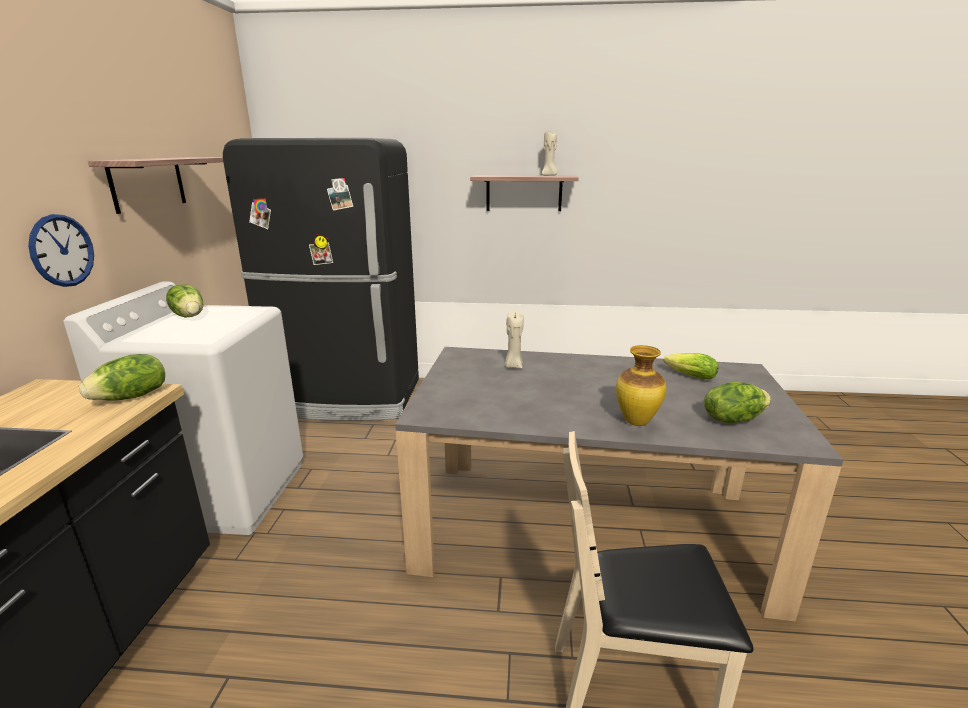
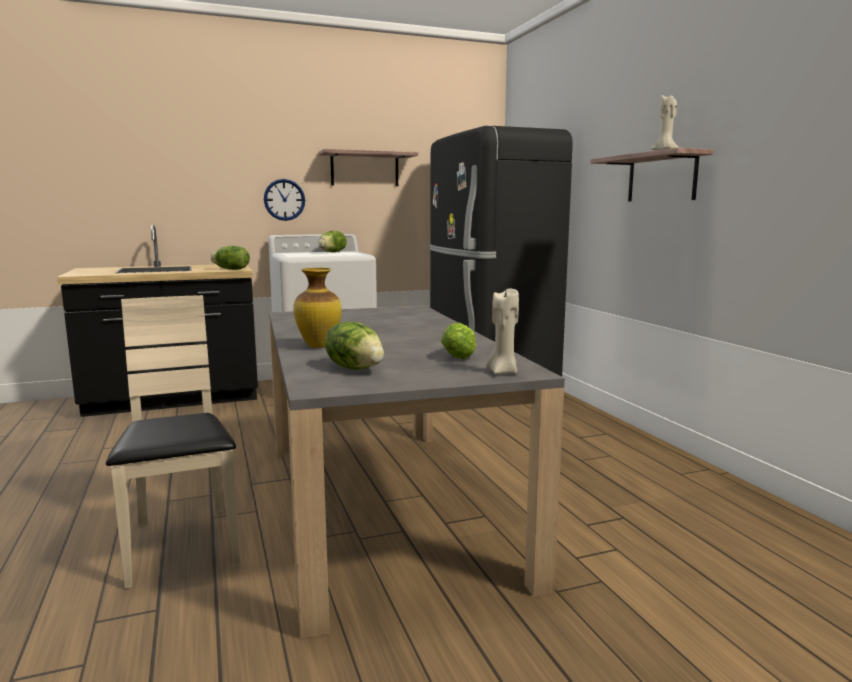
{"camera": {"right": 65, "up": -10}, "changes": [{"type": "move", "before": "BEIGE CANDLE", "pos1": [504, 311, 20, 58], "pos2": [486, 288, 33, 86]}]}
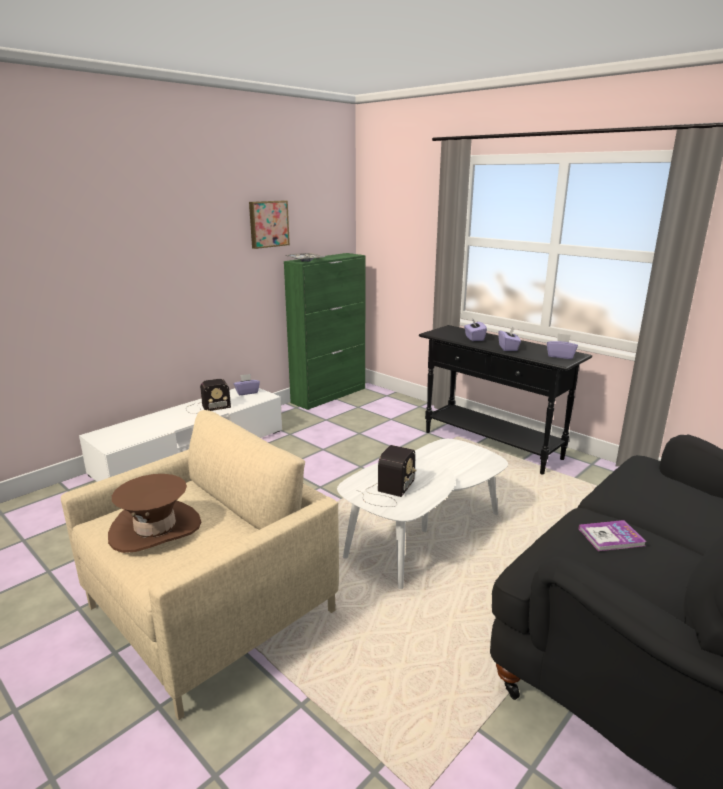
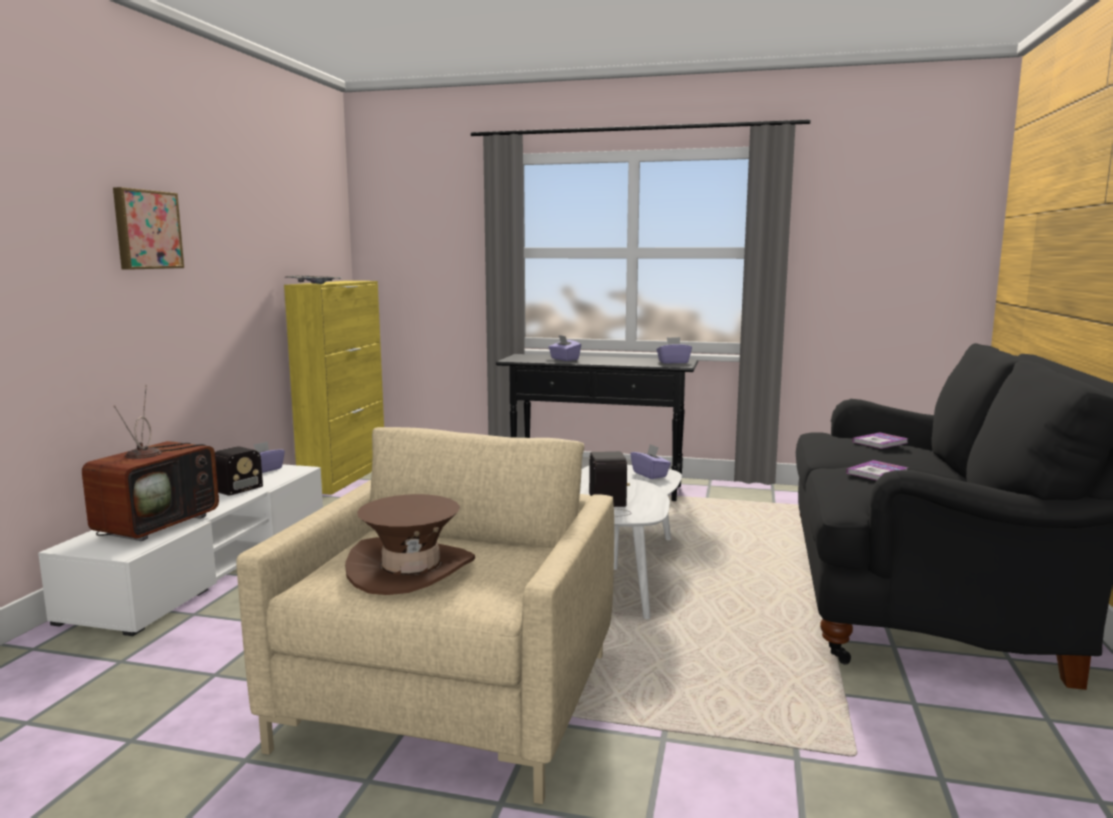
{"camera": {"right": -30, "up": -10}, "changes": [{"type": "insert", "after": "TELEVISION", "pos2": [82, 385, 137, 156]}, {"type": "move", "before": "PICTURE", "pos1": [249, 201, 41, 48], "pos2": [113, 187, 71, 83]}, {"type": "recolor", "before": "GREEN CABINET", "after": "YELLOW CABINET", "pos1": [284, 253, 82, 157], "pos2": [284, 281, 100, 214]}, {"type": "move", "before": "PURPLE TISSUE BOX", "pos1": [498, 326, 23, 25], "pos2": [630, 444, 41, 35]}, {"type": "insert", "after": "BOOK", "pos2": [852, 432, 56, 17]}]}
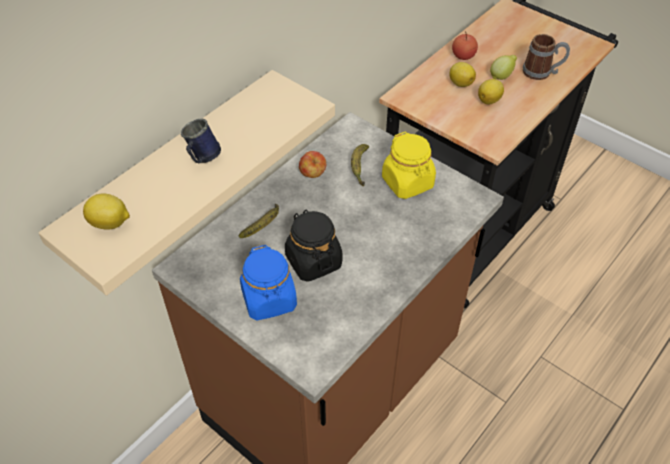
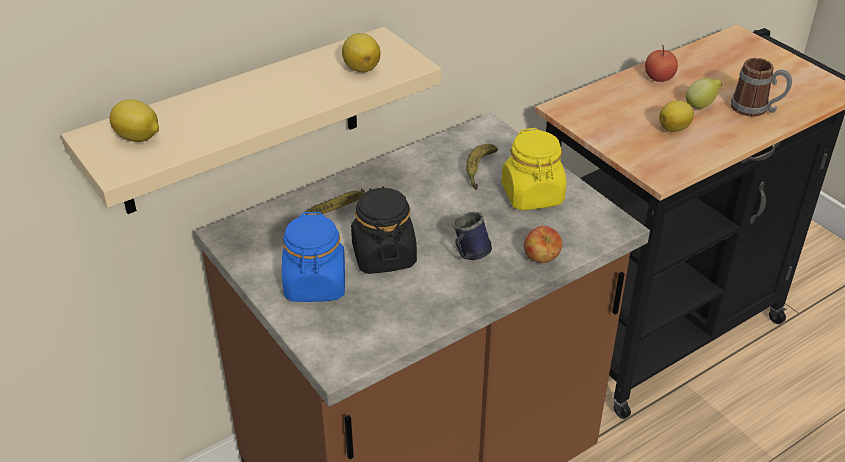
{"camera": {"right": 15, "up": -10}, "changes": [{"type": "move", "before": "LEMON", "pos1": [450, 62, 26, 25], "pos2": [342, 33, 38, 40]}, {"type": "move", "before": "BLUE MUG", "pos1": [181, 119, 40, 44], "pos2": [452, 212, 40, 48]}, {"type": "move", "before": "APPLE", "pos1": [299, 151, 27, 27], "pos2": [524, 226, 38, 37]}]}
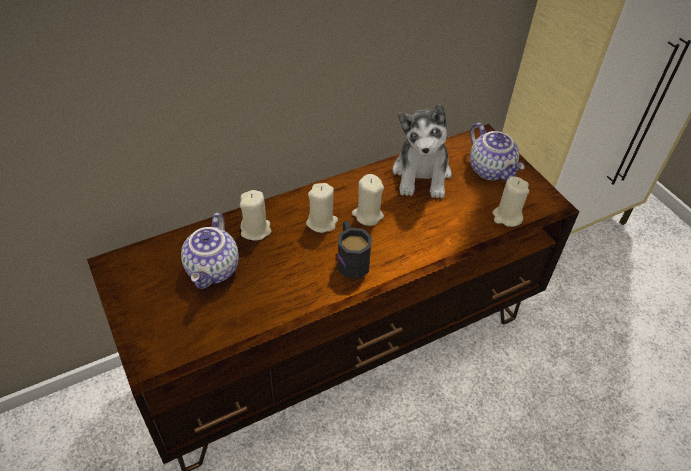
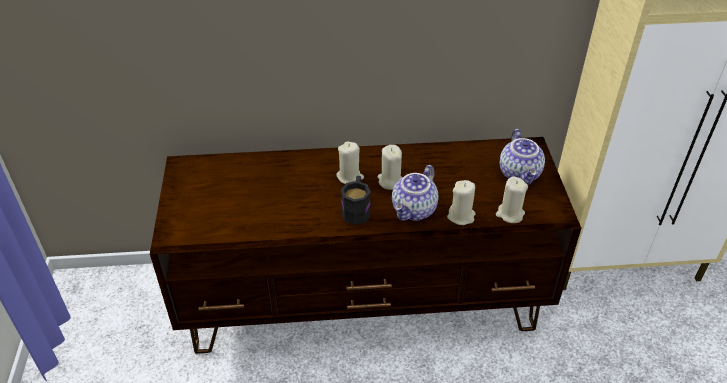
{"camera": {"right": 25, "up": -5}, "changes": [{"type": "move", "before": "TEAPOT", "pos1": [181, 213, 58, 76], "pos2": [392, 165, 47, 56]}, {"type": "move", "before": "BEIGE CANDLE", "pos1": [240, 190, 31, 51], "pos2": [447, 180, 28, 45]}, {"type": "delete", "before": "PLUSH TOY", "pos1": [392, 104, 60, 95]}]}
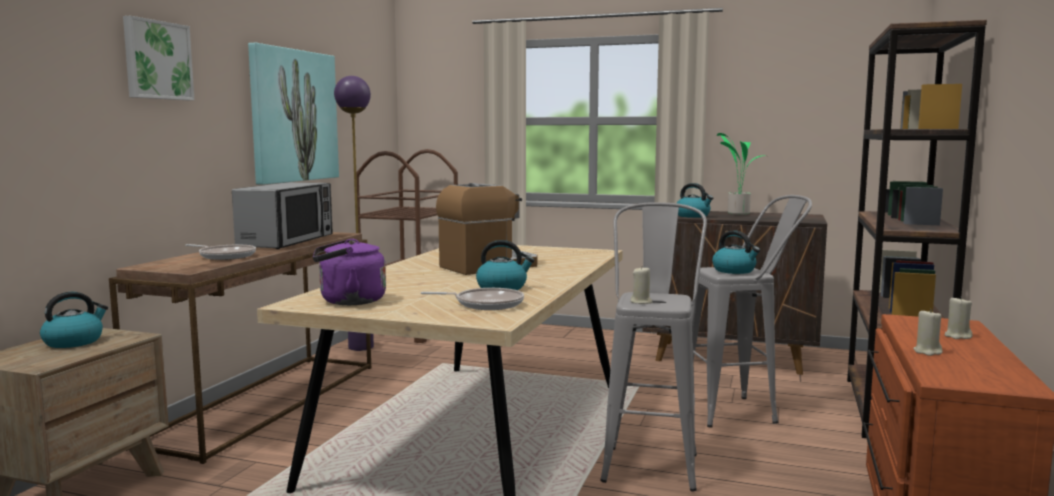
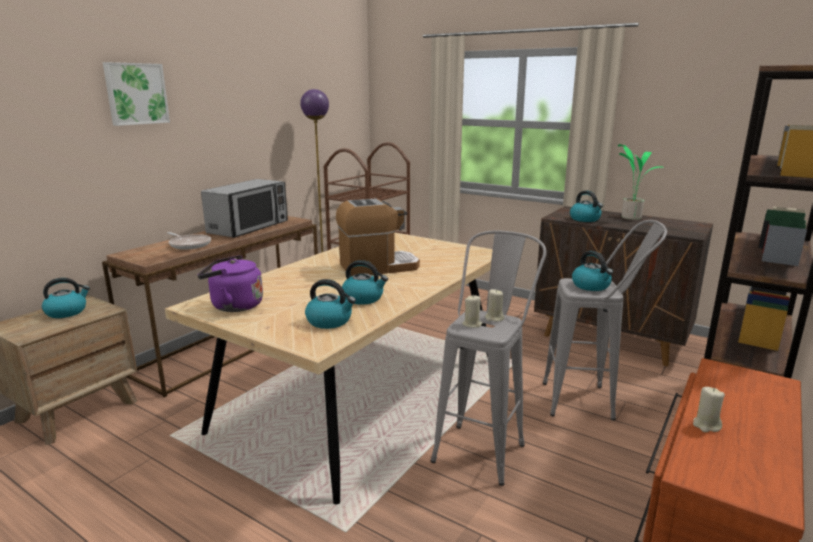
{"camera": {"right": 15, "up": 10}, "changes": [{"type": "replace", "before": "FRYING PAN", "after": "KETTLE", "pos1": [421, 288, 103, 22], "pos2": [305, 279, 51, 50]}, {"type": "move", "before": "BEIGE CANDLE", "pos1": [944, 296, 29, 43], "pos2": [485, 289, 19, 33]}, {"type": "delete", "before": "PICTURE", "pos1": [248, 43, 91, 142]}]}
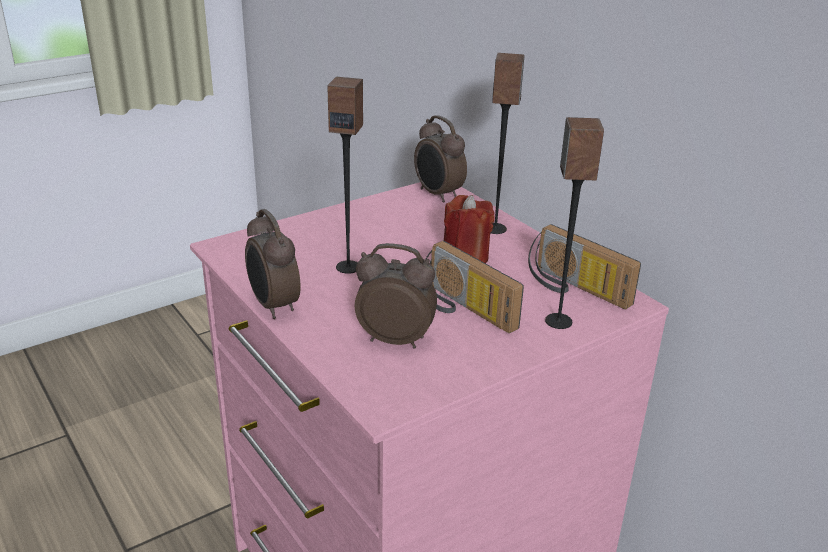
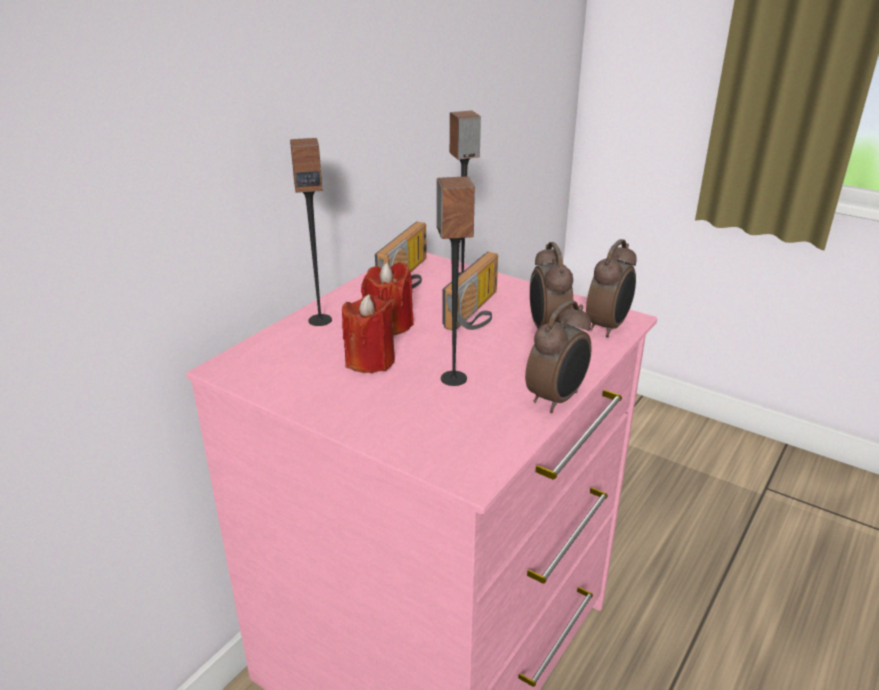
{"camera": {"right": -110, "up": 0}, "changes": [{"type": "insert", "after": "RED CANDLE", "pos2": [342, 294, 53, 79]}, {"type": "move", "before": "ALARM CLOCK", "pos1": [414, 115, 53, 87], "pos2": [586, 239, 51, 99]}]}
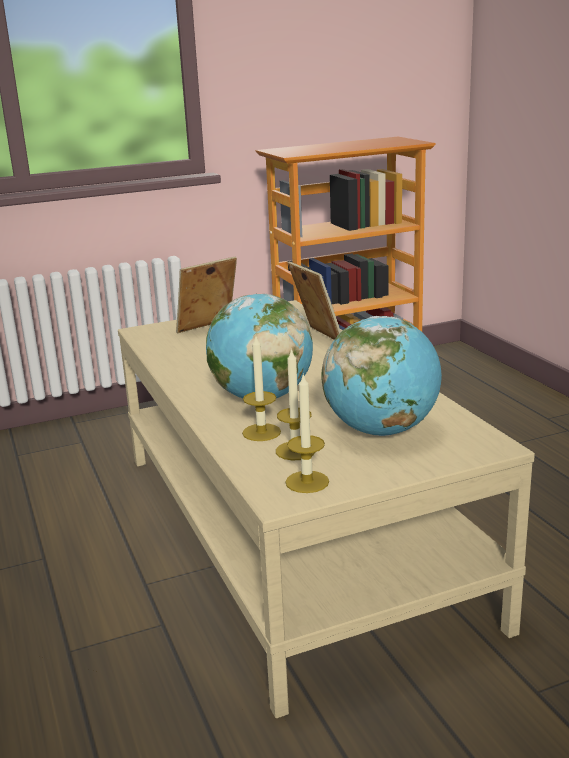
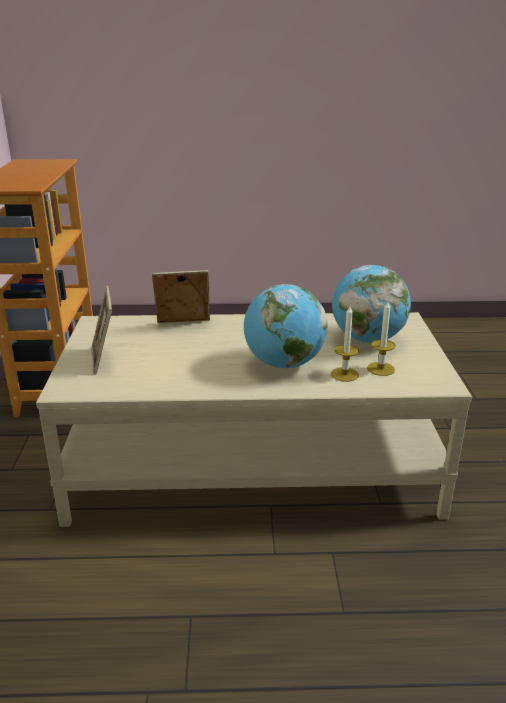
{"camera": {"right": -70, "up": 5}, "changes": [{"type": "delete", "before": "CANDLE", "pos1": [285, 373, 44, 120]}]}
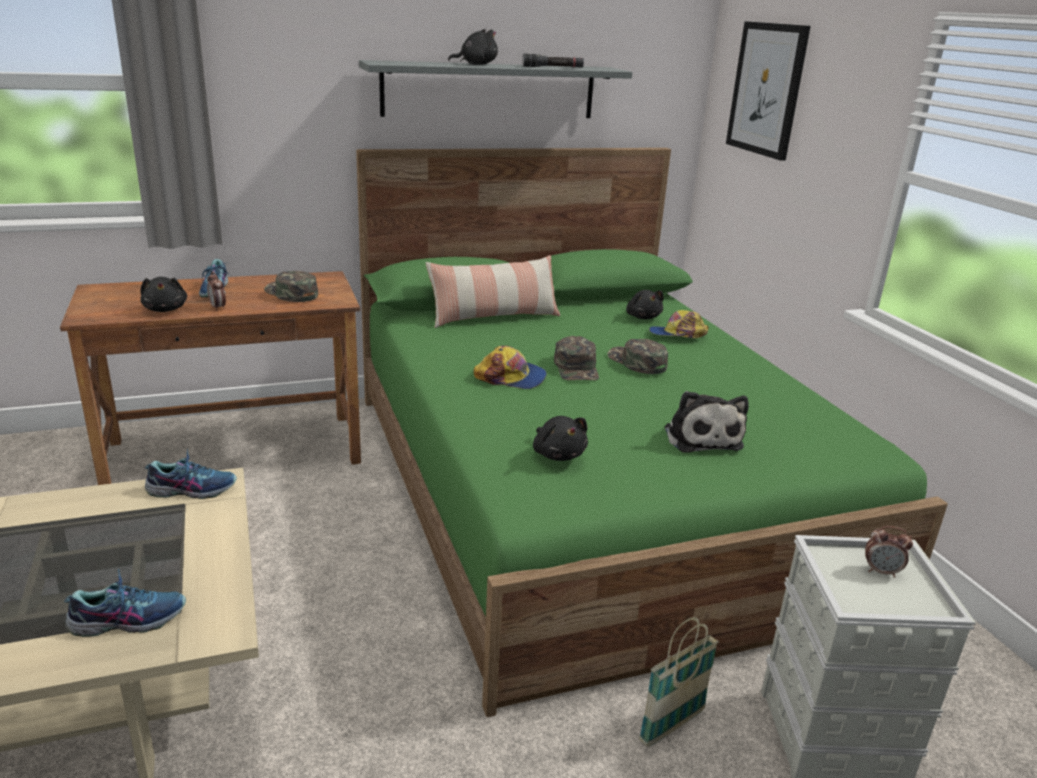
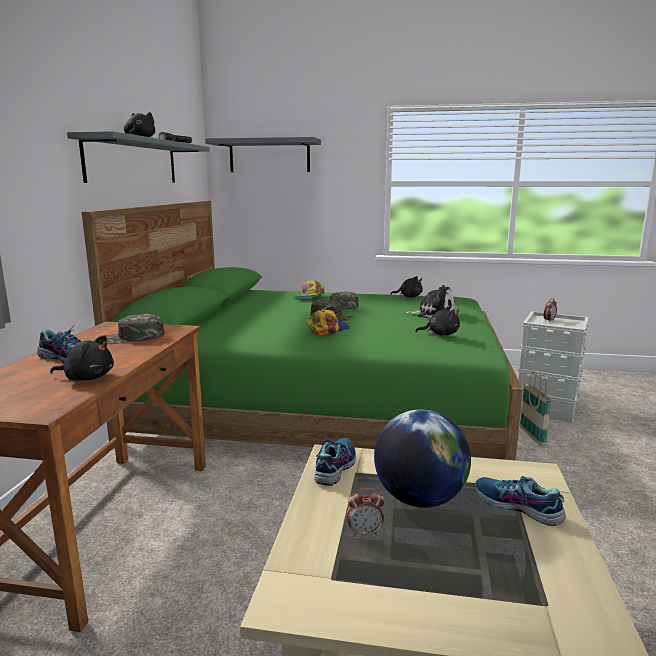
{"camera": {"right": -60, "up": -10}, "changes": [{"type": "replace", "before": "PICTURE", "after": "GREY SHELF", "pos1": [726, 21, 85, 140], "pos2": [205, 137, 116, 35]}, {"type": "move", "before": "ALARM CLOCK", "pos1": [207, 272, 19, 39], "pos2": [346, 488, 38, 49]}, {"type": "insert", "after": "GLOBE", "pos2": [374, 409, 97, 99]}, {"type": "move", "before": "BLACK PLUSH TOY", "pos1": [626, 290, 37, 29], "pos2": [390, 276, 33, 21]}, {"type": "rotate", "before": "SHOE", "pos1": [64, 569, 122, 68], "pos2": [475, 476, 91, 50], "turn": -60}, {"type": "delete", "before": "PILLOW", "pos1": [426, 255, 134, 73]}]}
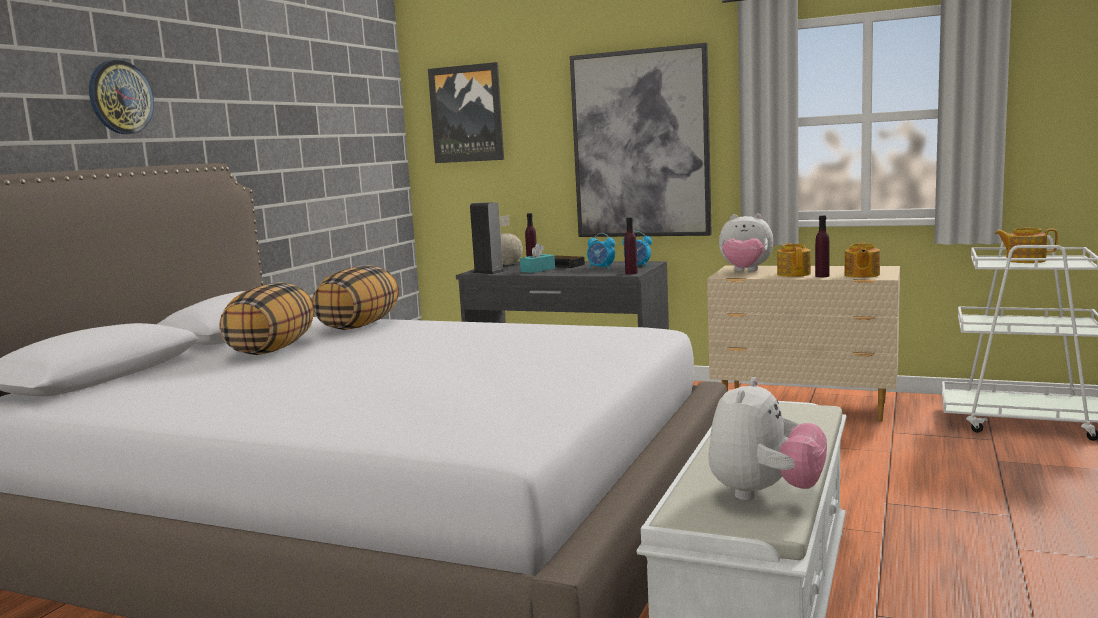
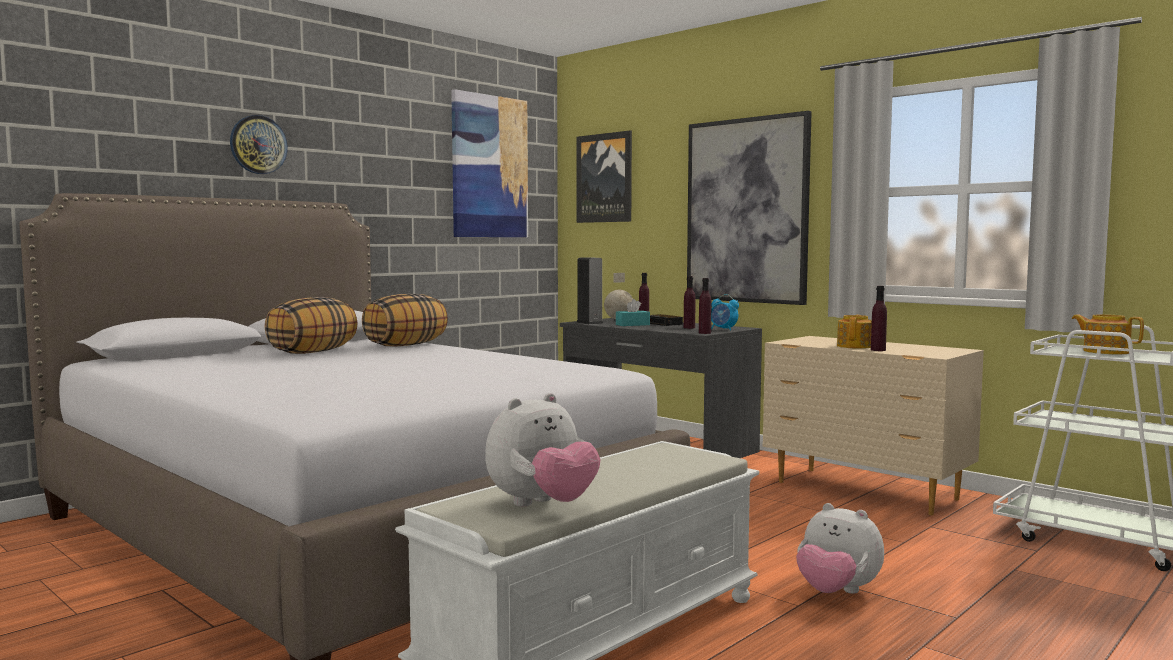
{"camera": {"right": 20, "up": -5}, "changes": [{"type": "insert", "after": "PICTURE", "pos2": [451, 89, 77, 148]}, {"type": "replace", "before": "ALARM CLOCK", "after": "PURPLE BOTTLE", "pos1": [587, 233, 28, 36], "pos2": [684, 276, 11, 53]}, {"type": "move", "before": "PLUSH TOY", "pos1": [719, 214, 54, 57], "pos2": [796, 503, 88, 91]}, {"type": "delete", "before": "TEAPOT", "pos1": [844, 242, 36, 36]}]}
